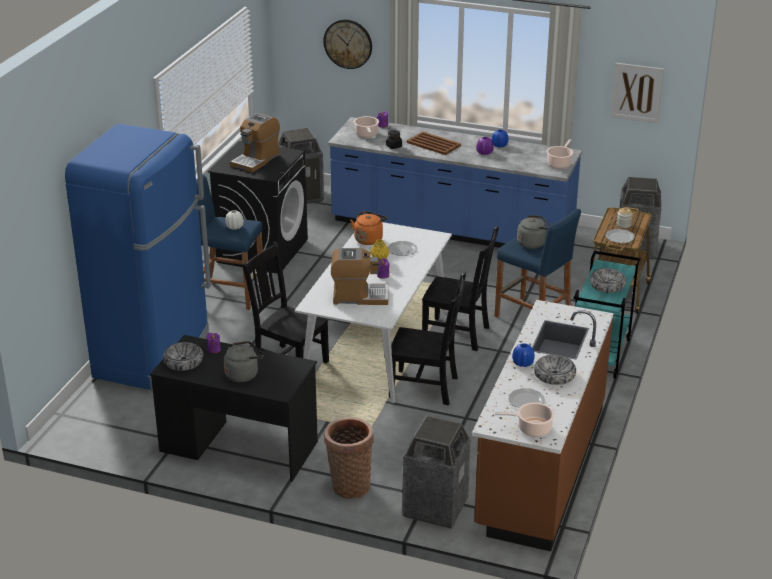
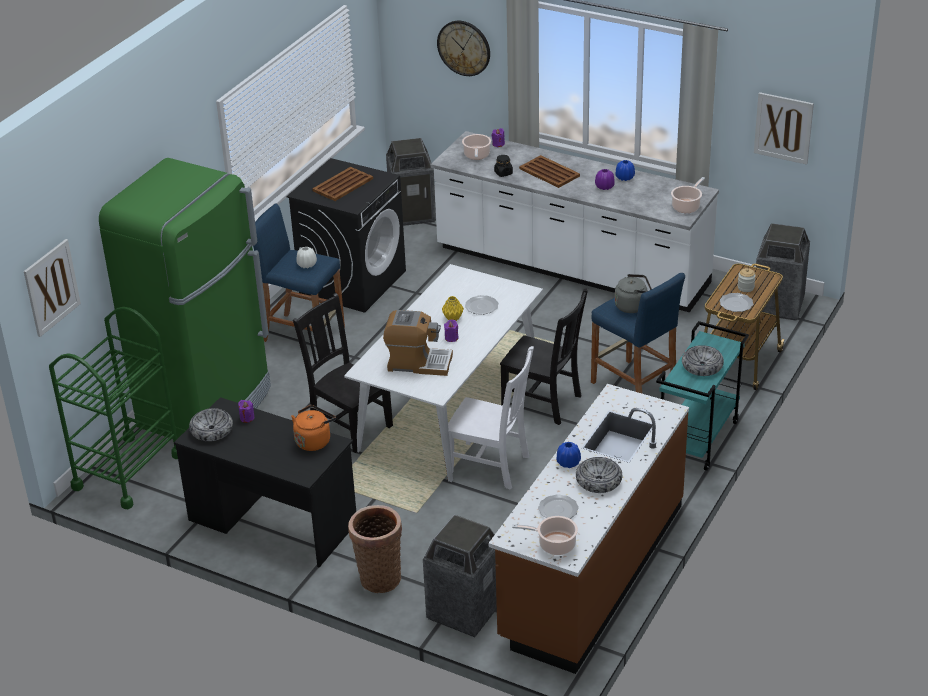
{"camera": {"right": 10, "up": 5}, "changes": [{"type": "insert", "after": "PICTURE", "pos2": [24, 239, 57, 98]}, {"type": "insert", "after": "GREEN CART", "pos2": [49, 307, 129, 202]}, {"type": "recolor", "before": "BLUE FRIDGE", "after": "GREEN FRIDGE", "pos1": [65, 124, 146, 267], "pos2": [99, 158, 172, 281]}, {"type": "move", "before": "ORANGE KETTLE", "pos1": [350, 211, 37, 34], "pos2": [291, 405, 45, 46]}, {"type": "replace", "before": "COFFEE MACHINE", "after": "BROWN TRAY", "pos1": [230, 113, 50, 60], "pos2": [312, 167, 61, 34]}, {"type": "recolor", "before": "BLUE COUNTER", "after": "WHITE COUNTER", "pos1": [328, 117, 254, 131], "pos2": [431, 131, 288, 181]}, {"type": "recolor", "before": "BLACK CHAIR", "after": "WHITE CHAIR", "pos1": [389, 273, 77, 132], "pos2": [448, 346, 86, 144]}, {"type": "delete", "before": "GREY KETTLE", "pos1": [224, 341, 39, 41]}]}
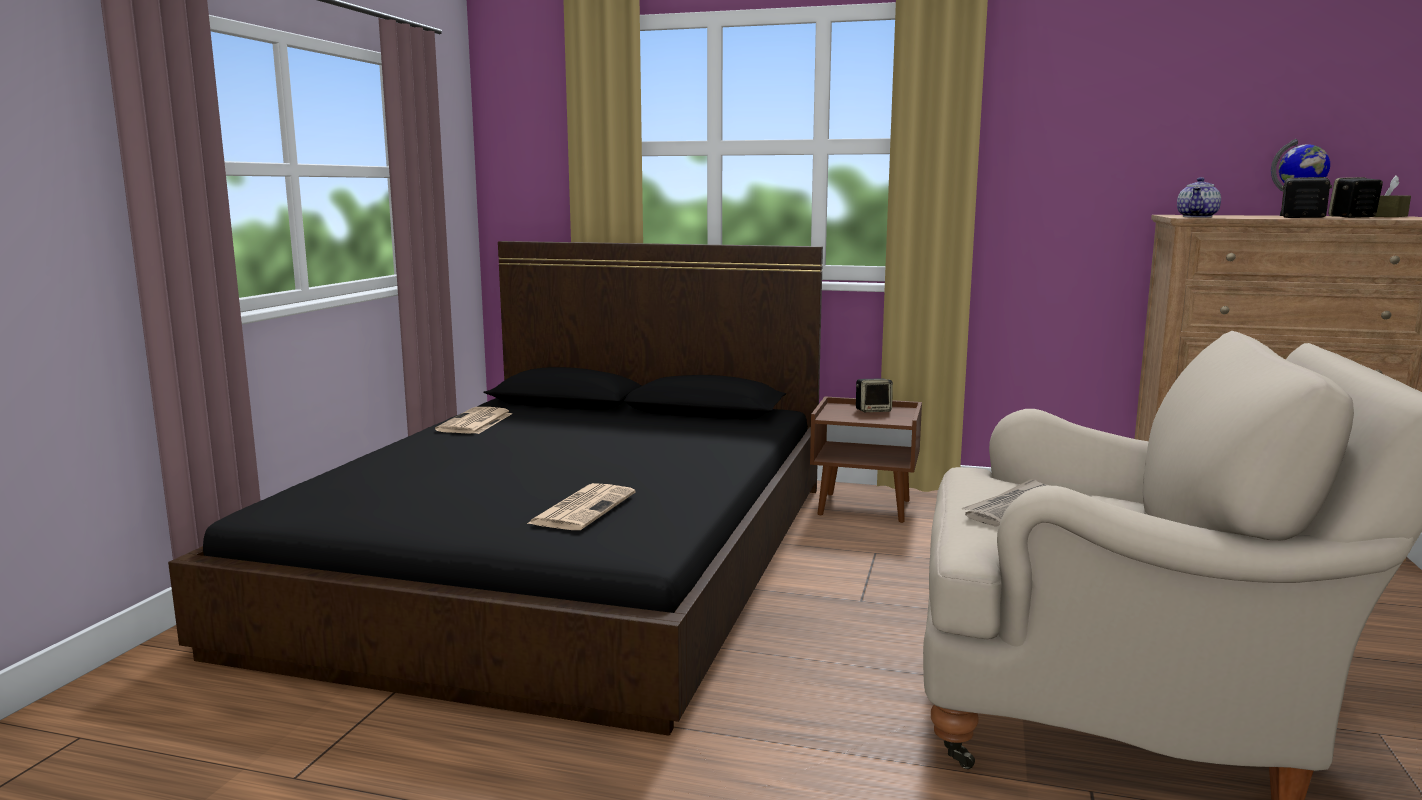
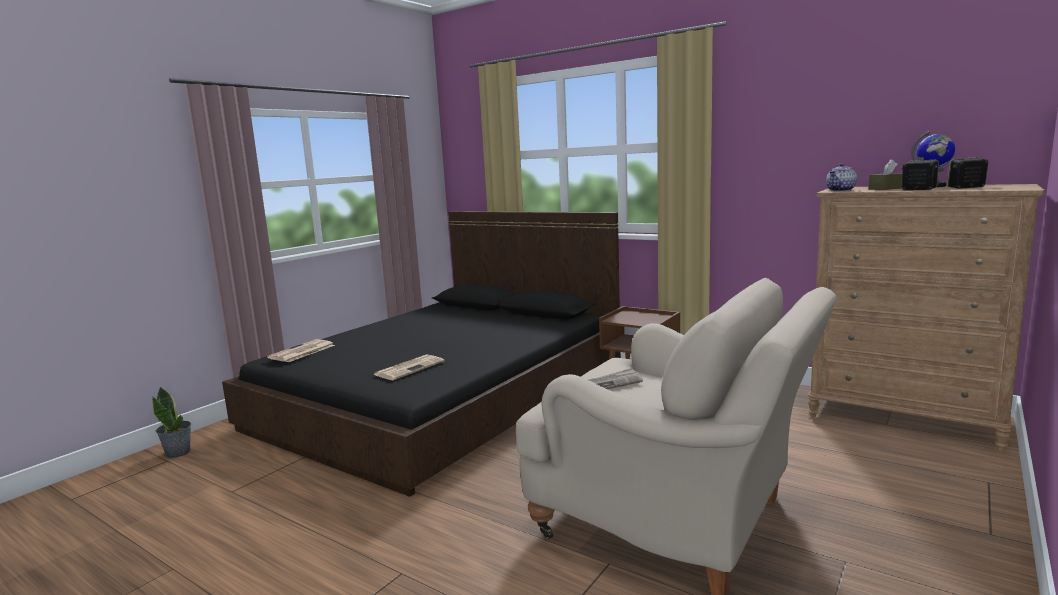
{"camera": {"right": 20, "up": 0}, "changes": [{"type": "insert", "after": "POTTED PLANT", "pos2": [152, 386, 39, 72]}, {"type": "move", "before": "NEWSPAPER", "pos1": [435, 407, 77, 27], "pos2": [267, 339, 68, 23]}, {"type": "move", "before": "BROWN TISSUE BOX", "pos1": [1374, 176, 37, 41], "pos2": [868, 159, 34, 31]}, {"type": "delete", "before": "SPEAKER", "pos1": [856, 379, 37, 33]}]}
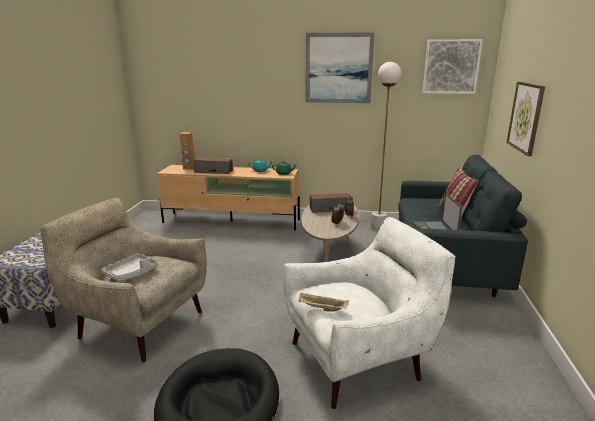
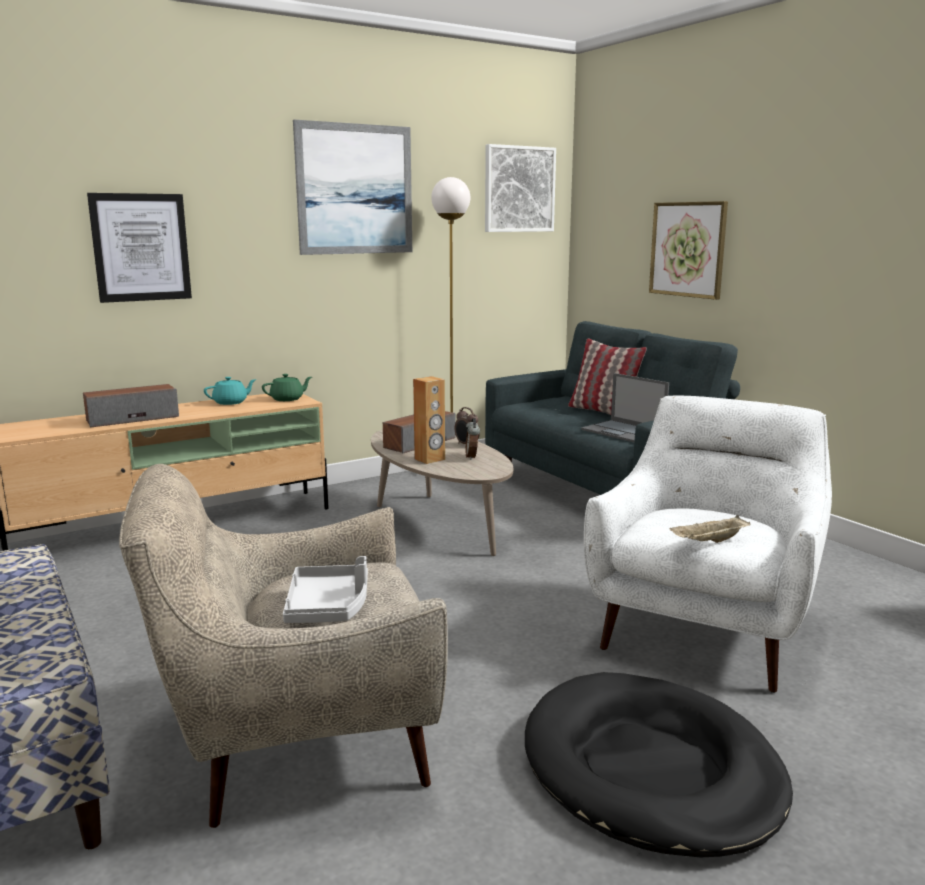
{"camera": {"right": -40, "up": -5}, "changes": [{"type": "insert", "after": "PICTURE", "pos2": [87, 193, 105, 110]}, {"type": "move", "before": "BROWN SPEAKER", "pos1": [180, 132, 14, 38], "pos2": [413, 376, 32, 88]}]}
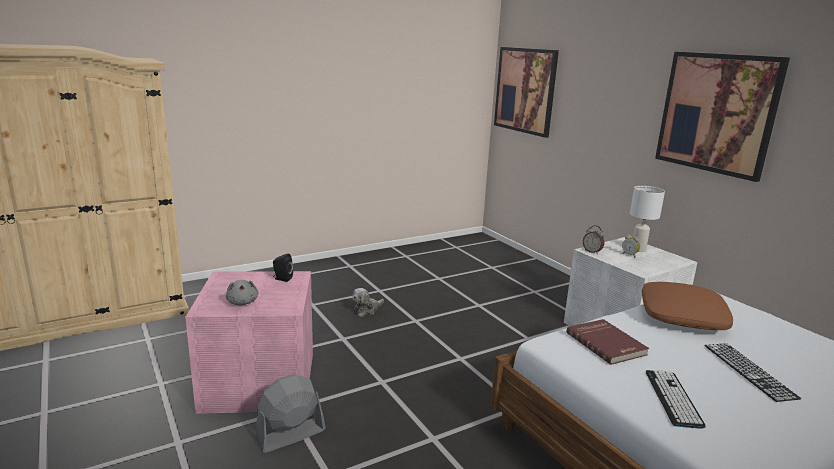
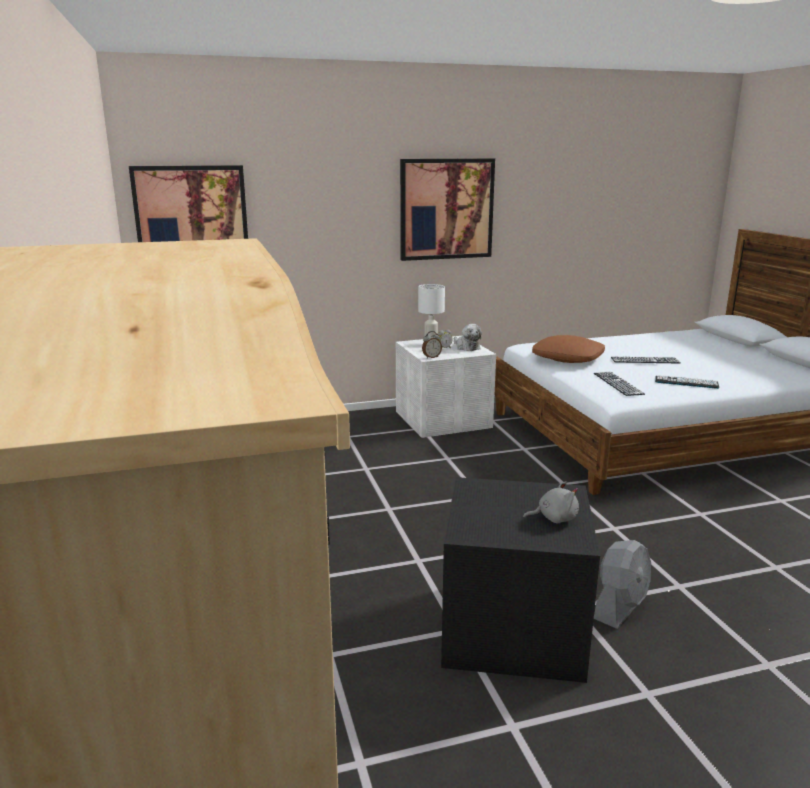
{"camera": {"right": -75, "up": 0}, "changes": [{"type": "recolor", "before": "PINK STORAGE BOX", "after": "BLACK STORAGE BOX", "pos1": [185, 271, 128, 143], "pos2": [441, 477, 159, 206]}, {"type": "move", "before": "PLUSH TOY", "pos1": [353, 288, 31, 29], "pos2": [454, 324, 28, 27]}, {"type": "replace", "before": "RED BOOK", "after": "KEYBOARD", "pos1": [567, 319, 82, 46], "pos2": [594, 372, 51, 24]}, {"type": "rotate", "before": "GREY FAN", "pos1": [255, 374, 71, 79], "pos2": [594, 540, 57, 89], "turn": -120}, {"type": "delete", "before": "BLACK SPEAKER", "pos1": [273, 253, 20, 29]}]}
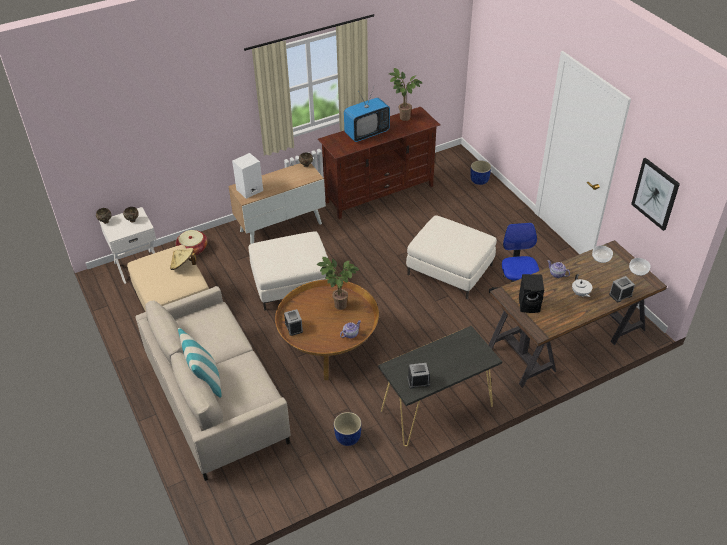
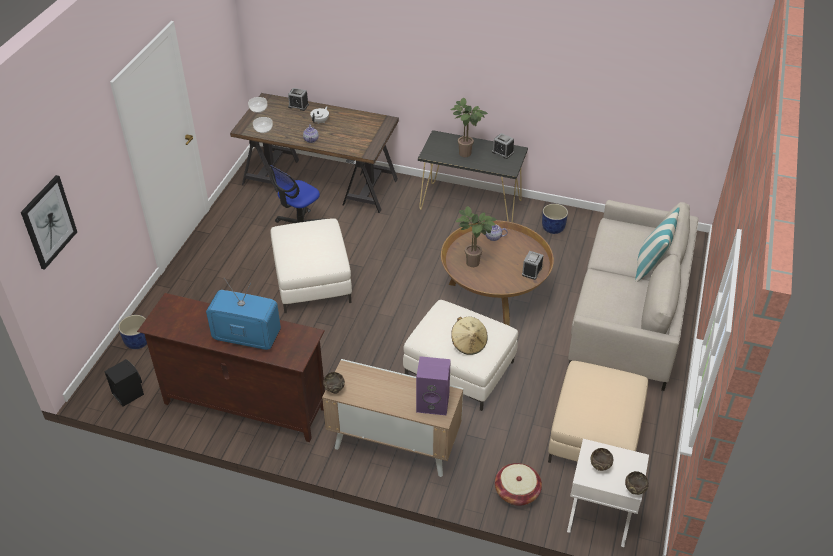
{"camera": {"right": -135, "up": 0}, "changes": [{"type": "move", "before": "PICTURE", "pos1": [631, 158, 49, 73], "pos2": [21, 175, 56, 95]}, {"type": "move", "before": "BLACK SPEAKER", "pos1": [519, 274, 25, 39], "pos2": [104, 359, 40, 48]}, {"type": "recolor", "before": "WHITE SPEAKER", "after": "PURPLE SPEAKER", "pos1": [232, 153, 31, 46], "pos2": [416, 356, 35, 59]}, {"type": "move", "before": "POTTED PLANT", "pos1": [389, 68, 33, 53], "pos2": [451, 98, 37, 59]}, {"type": "move", "before": "BEIGE HAT", "pos1": [170, 248, 26, 22], "pos2": [451, 317, 37, 38]}]}
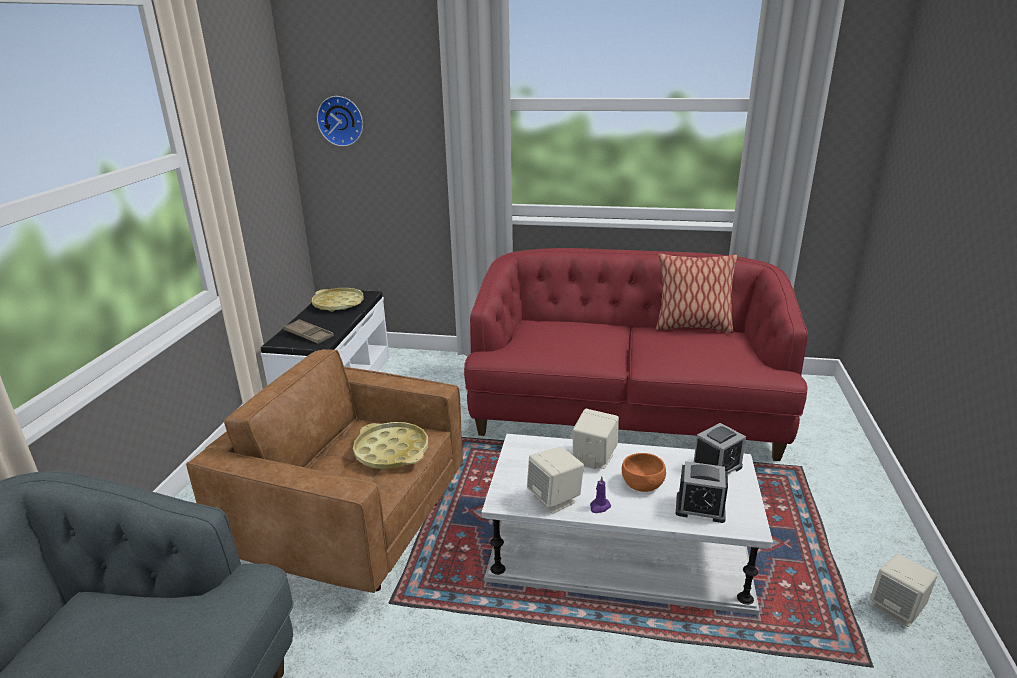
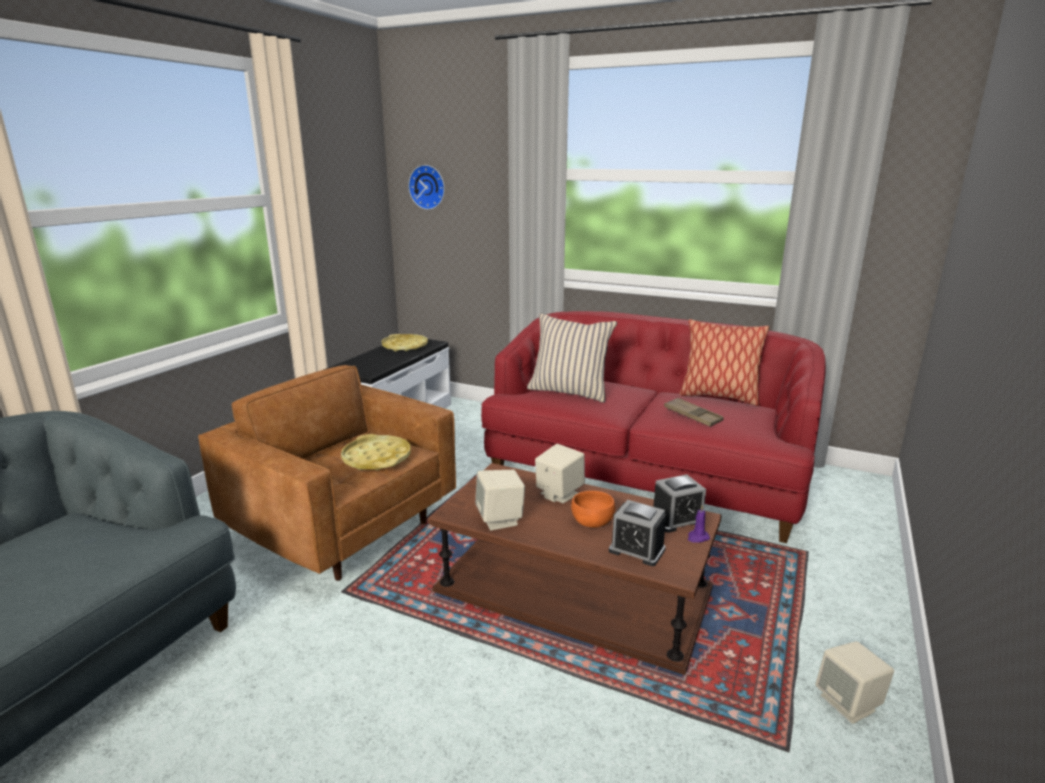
{"camera": {"right": 15, "up": -5}, "changes": [{"type": "recolor", "before": "WHITE COFFEE TABLE", "after": "BROWN COFFEE TABLE", "pos1": [482, 434, 291, 181], "pos2": [428, 463, 294, 212]}, {"type": "insert", "after": "BEIGE PILLOW", "pos2": [527, 313, 90, 90]}, {"type": "move", "before": "BROWN TRAY", "pos1": [283, 319, 51, 25], "pos2": [664, 398, 60, 29]}, {"type": "move", "before": "PURPLE CANDLE", "pos1": [590, 476, 21, 37], "pos2": [688, 504, 22, 38]}]}
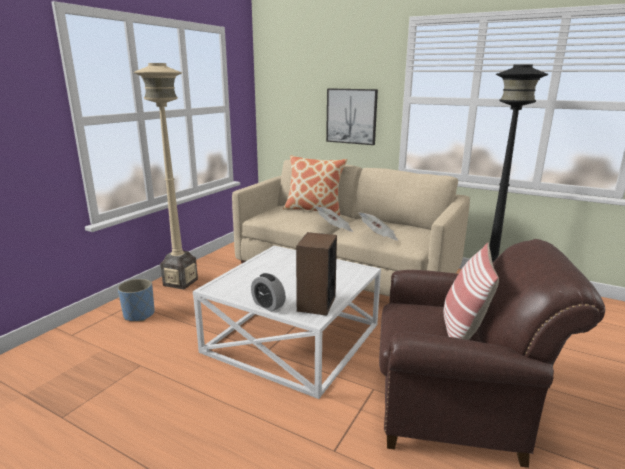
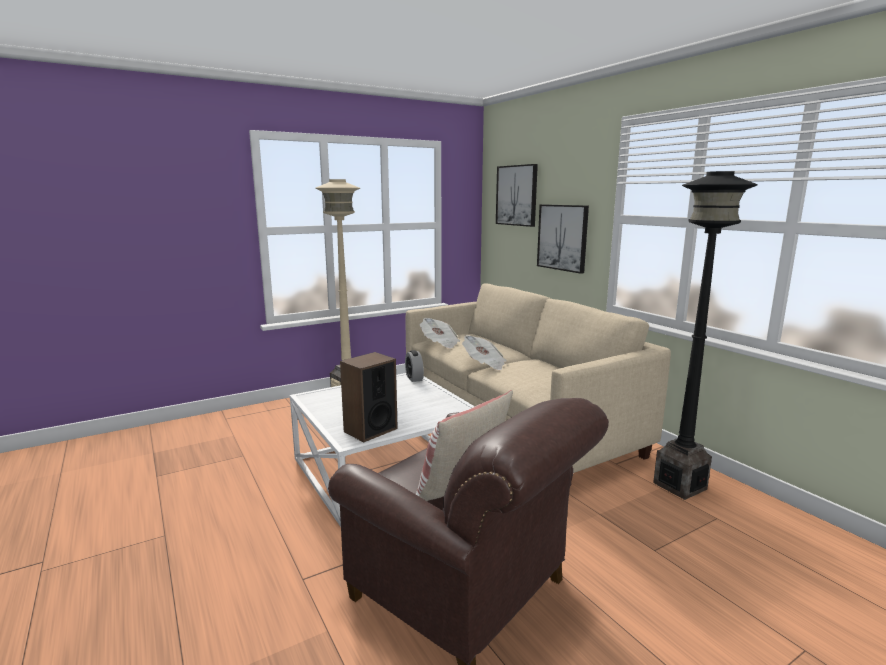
{"camera": {"right": 30, "up": -5}, "changes": [{"type": "move", "before": "ALARM CLOCK", "pos1": [251, 273, 35, 39], "pos2": [405, 350, 19, 32]}, {"type": "move", "before": "NEWSPAPER", "pos1": [358, 212, 40, 29], "pos2": [420, 318, 40, 31]}, {"type": "insert", "after": "PICTURE", "pos2": [496, 164, 42, 63]}, {"type": "delete", "before": "BLUE PLANTER", "pos1": [118, 279, 37, 42]}, {"type": "delete", "before": "PILLOW", "pos1": [283, 155, 64, 60]}]}
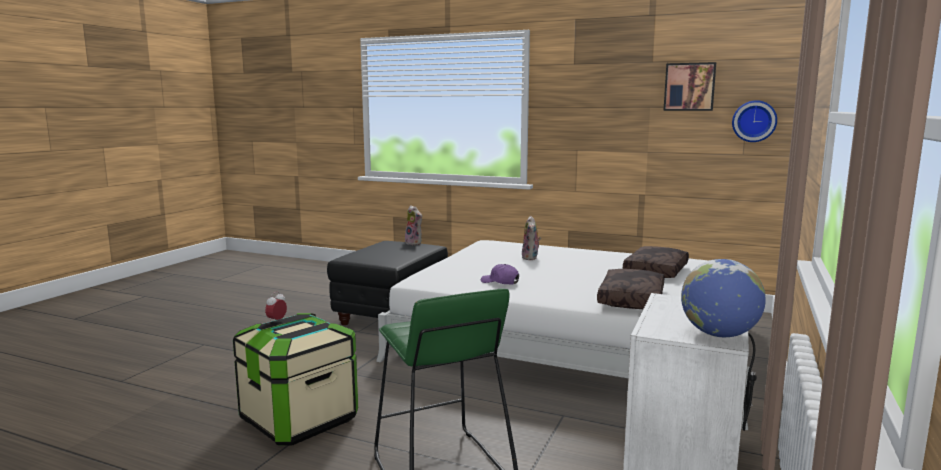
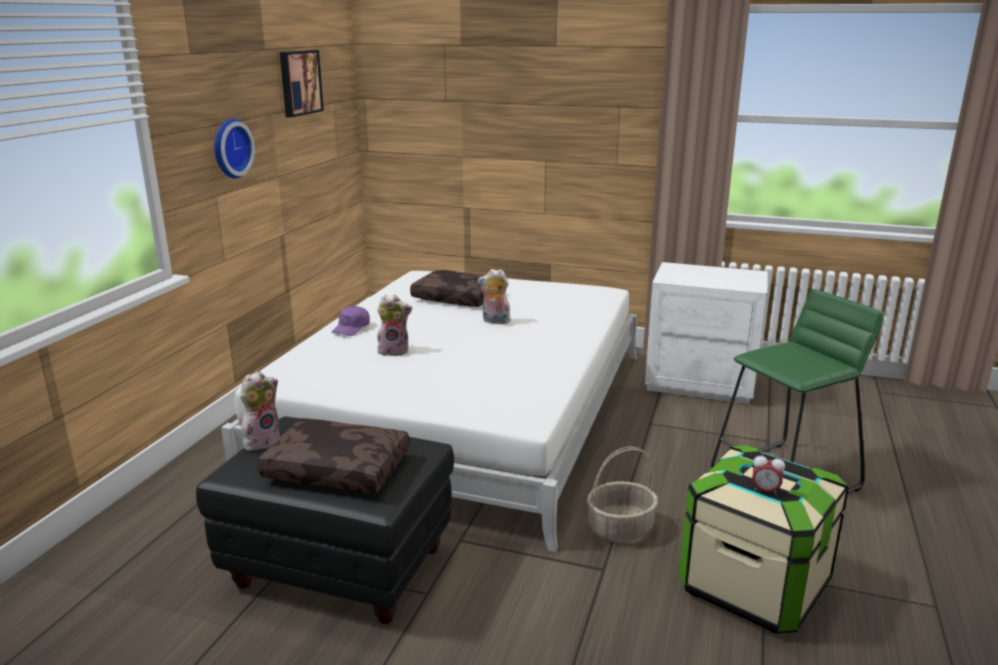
{"camera": {"right": -95, "up": 10}, "changes": [{"type": "move", "before": "WALL CLOCK", "pos1": [732, 100, 45, 42], "pos2": [214, 118, 41, 60]}, {"type": "move", "before": "BROWN PILLOW", "pos1": [597, 269, 67, 40], "pos2": [257, 418, 153, 75]}, {"type": "move", "before": "PURPLE CAP", "pos1": [481, 264, 38, 21], "pos2": [331, 306, 39, 30]}, {"type": "insert", "after": "PLUSH TOY", "pos2": [478, 269, 33, 55]}, {"type": "insert", "after": "BASKET", "pos2": [587, 446, 71, 96]}, {"type": "delete", "before": "GLOBE", "pos1": [681, 259, 85, 78]}]}
